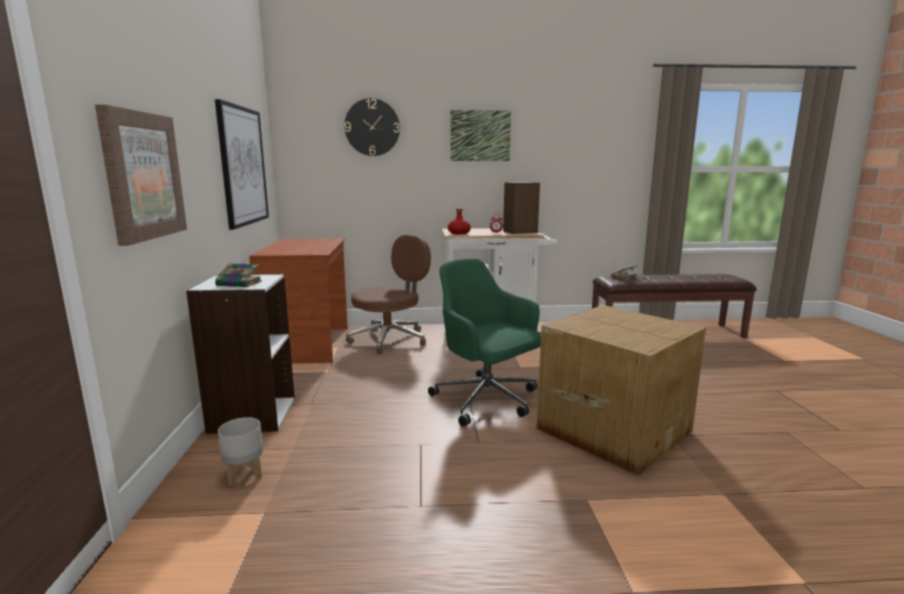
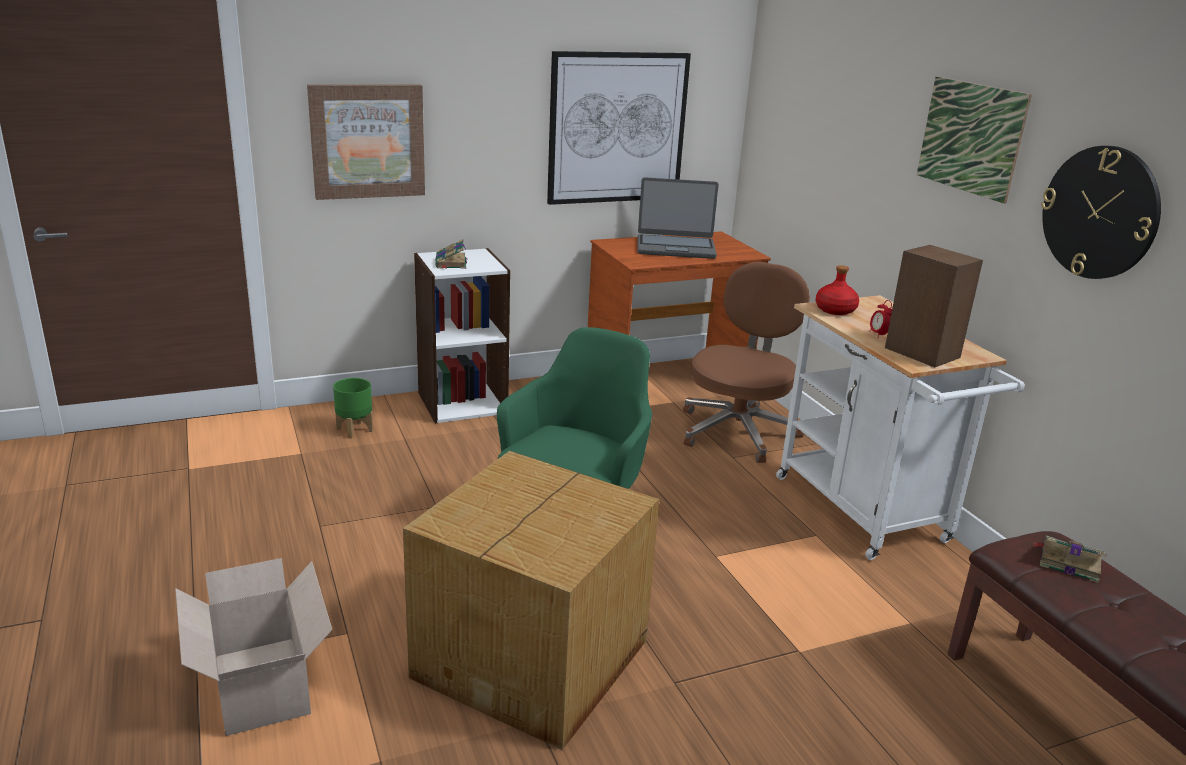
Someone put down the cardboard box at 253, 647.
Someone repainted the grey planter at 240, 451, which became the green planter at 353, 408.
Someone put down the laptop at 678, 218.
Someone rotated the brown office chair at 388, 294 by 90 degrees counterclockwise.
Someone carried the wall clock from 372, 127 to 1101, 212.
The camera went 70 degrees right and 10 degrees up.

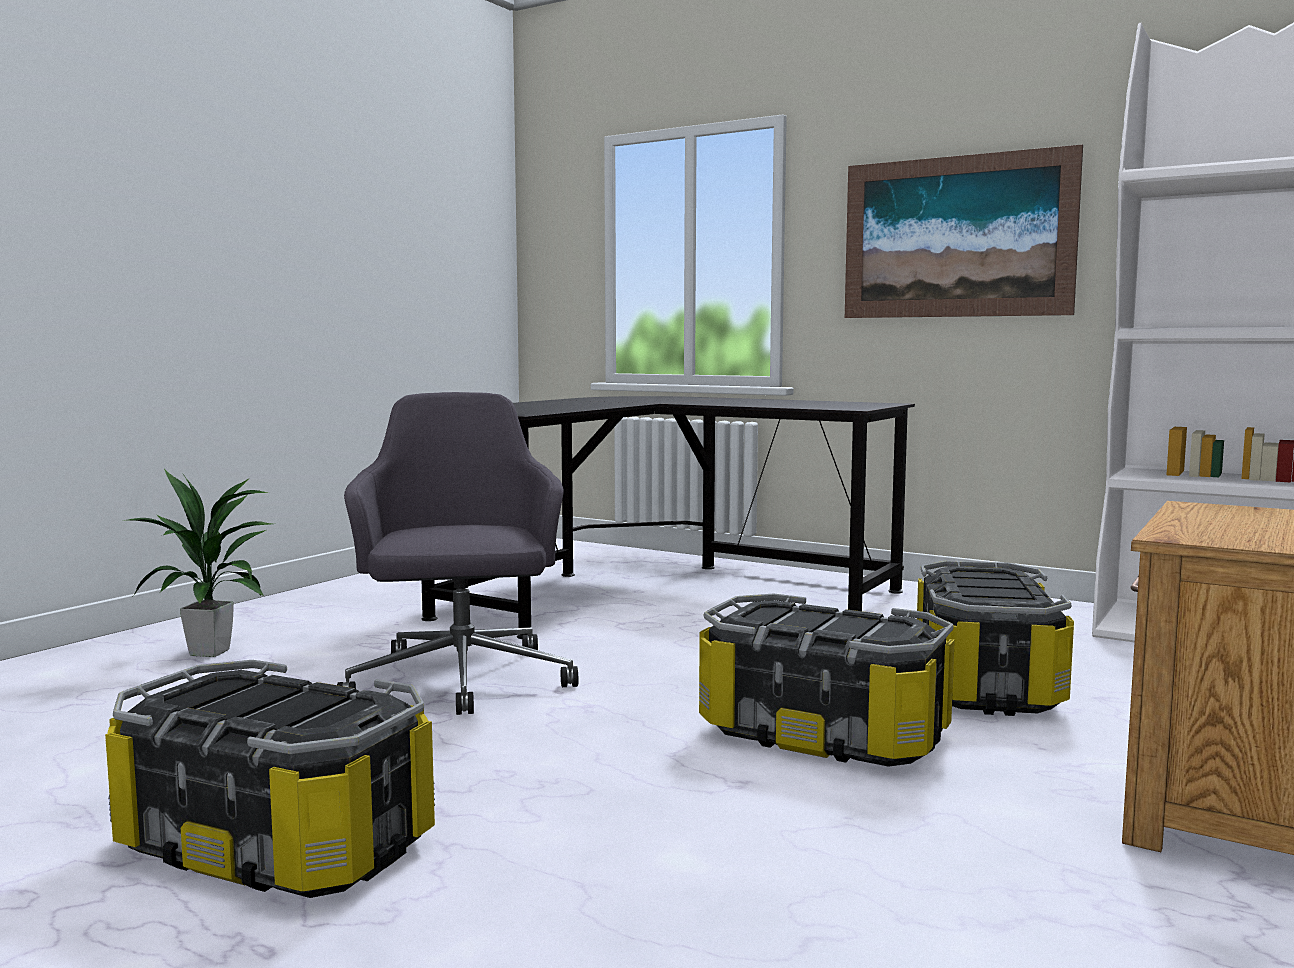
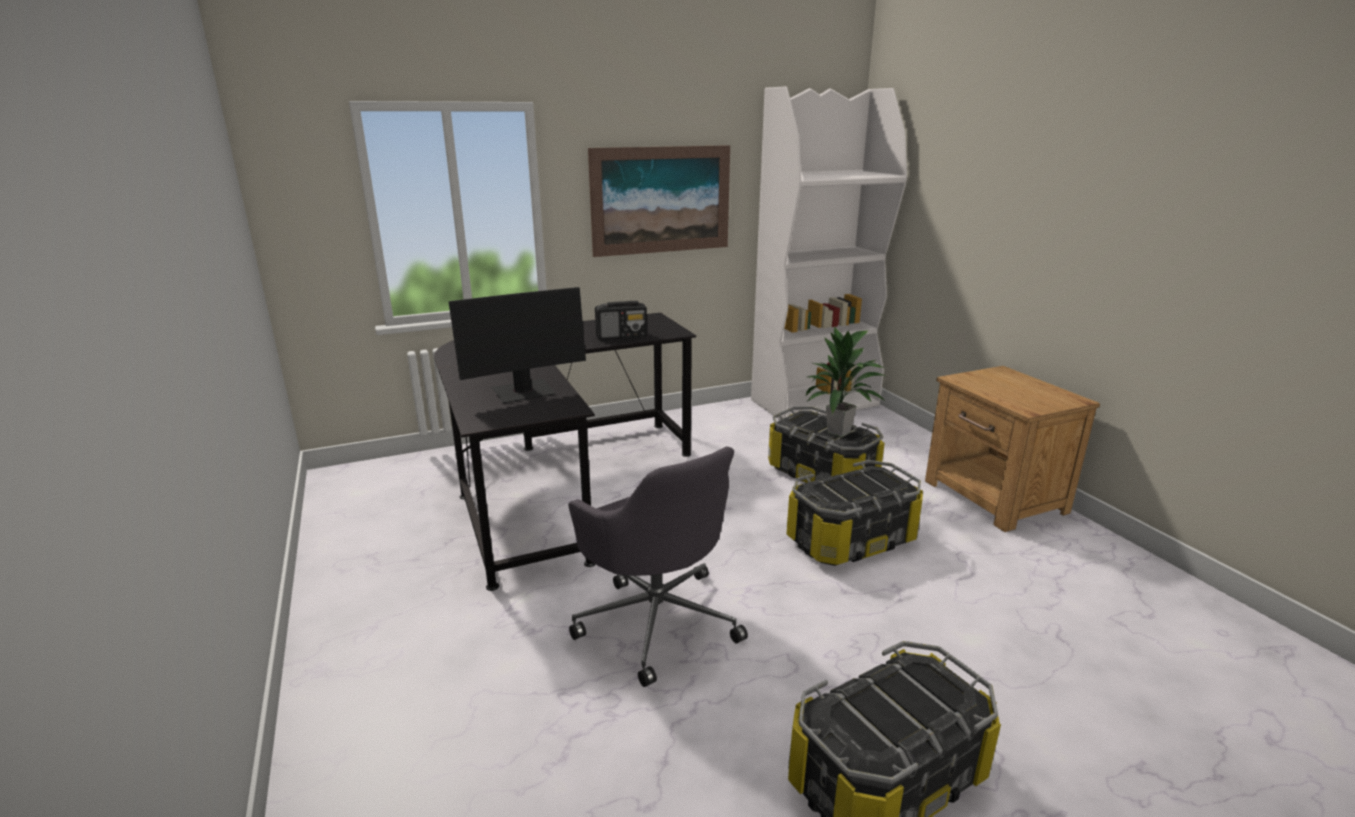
Someone put down the monitor at 517, 345.
Someone rotated the grey office chair at 457, 553 by 150 degrees counterclockwise.
Someone put down the radio at 621, 320.
Someone carried the potted plant from 196, 563 to 845, 381.
The camera went 55 degrees left and 15 degrees up.

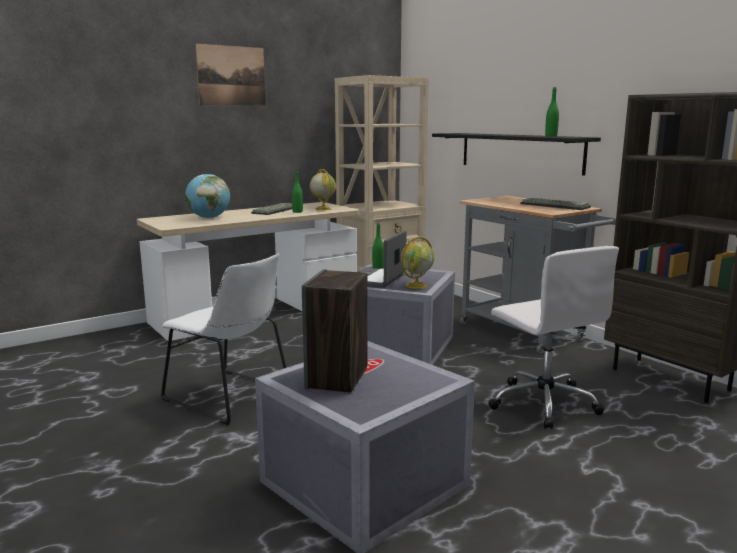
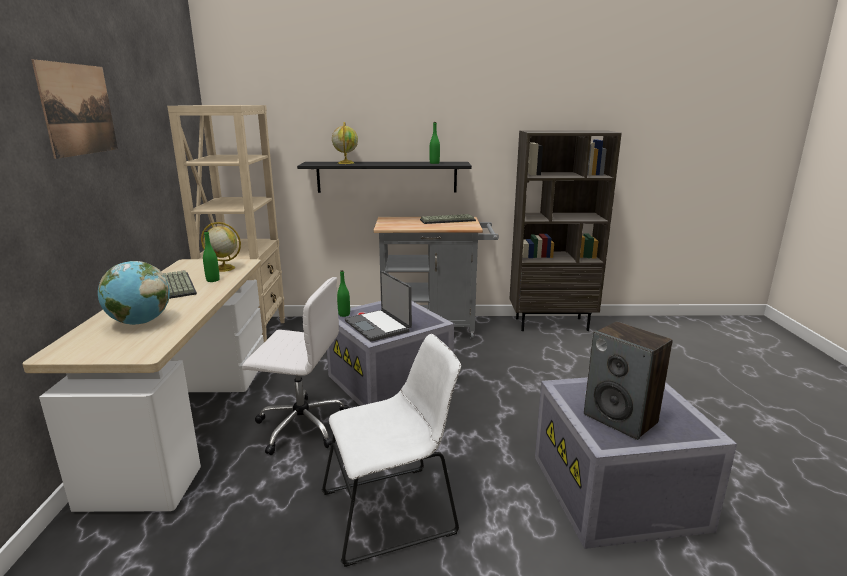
Someone carried the white office chair from 553, 337 to 295, 366.
Someone carried the globe from 417, 263 to 345, 143.
The camera went 55 degrees left and 5 degrees up.

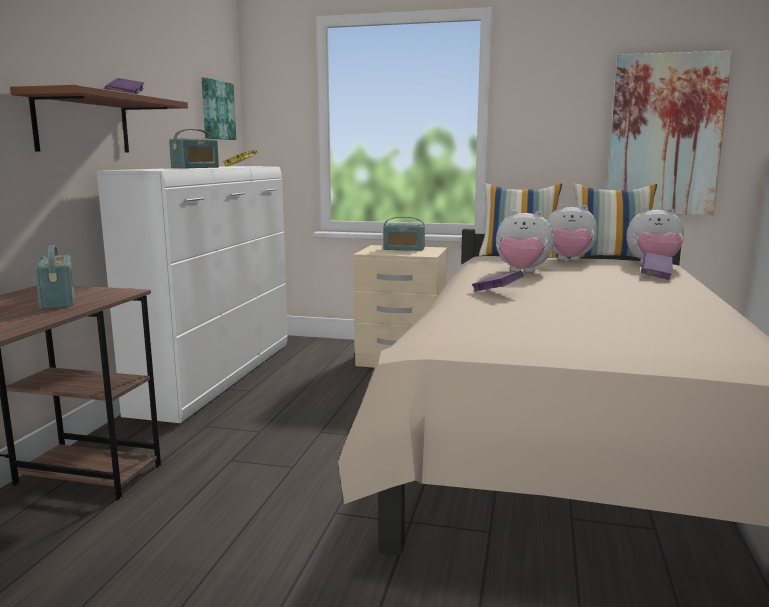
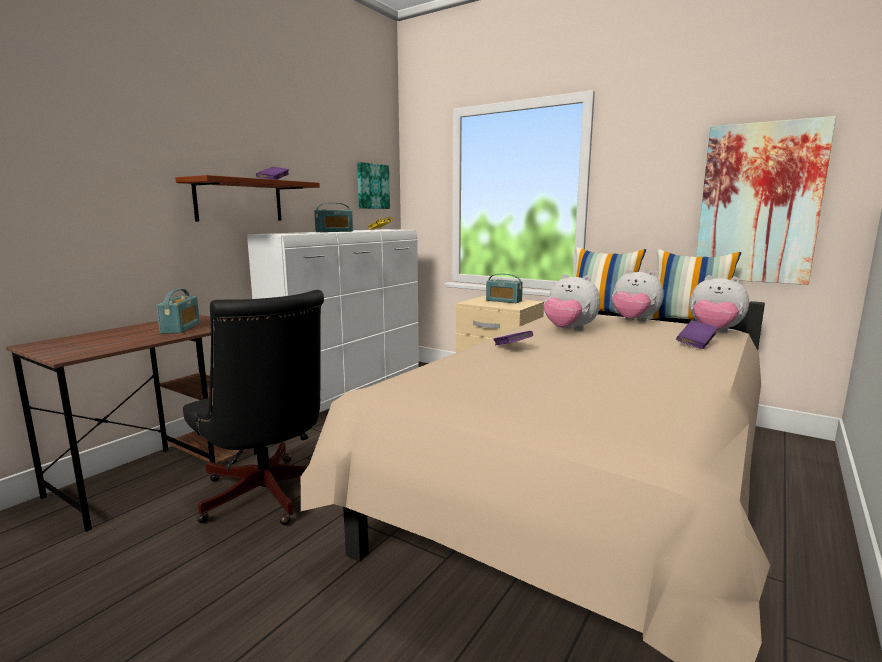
Someone put down the black office chair at 253, 407.
The camera went 20 degrees right and 0 degrees up.

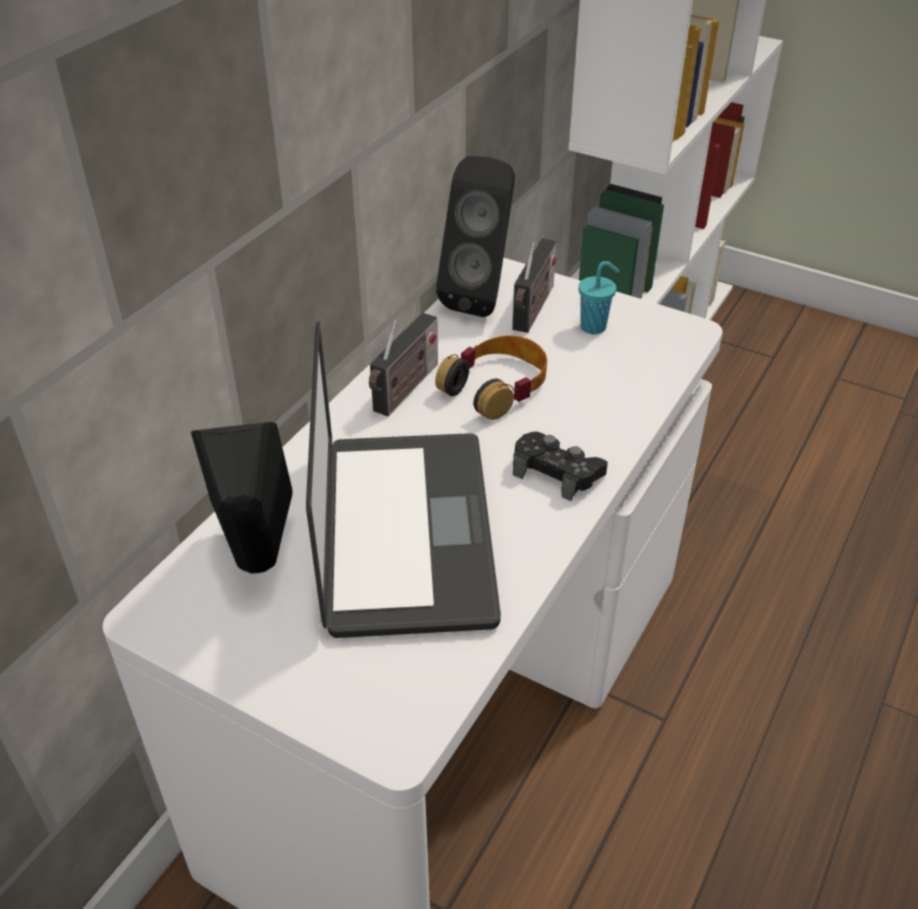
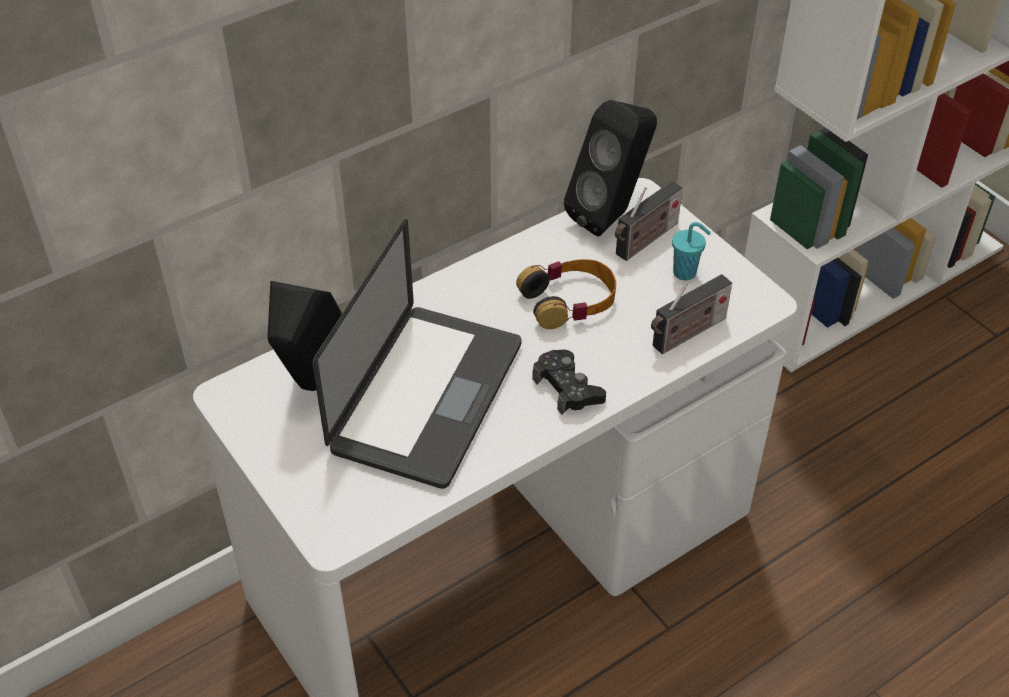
Someone carried the radio from 403, 364 to 691, 314.
The camera went 25 degrees right and 5 degrees up.

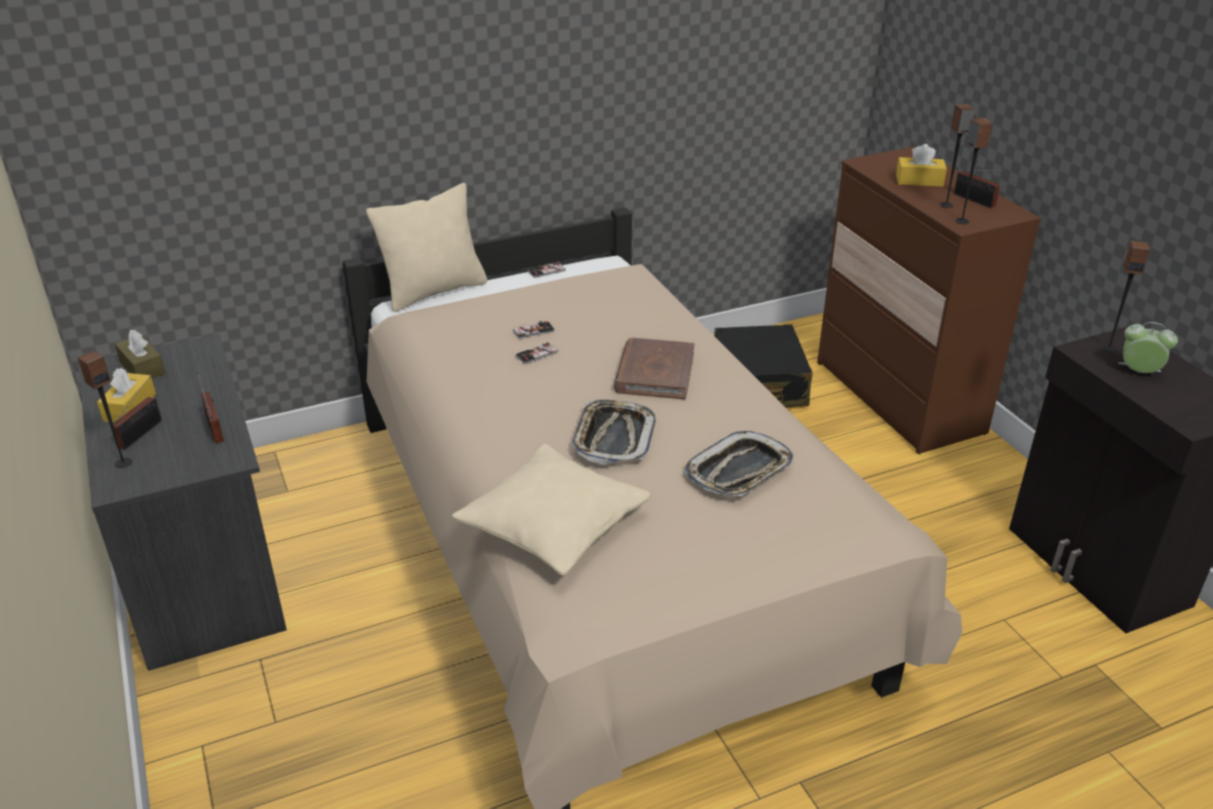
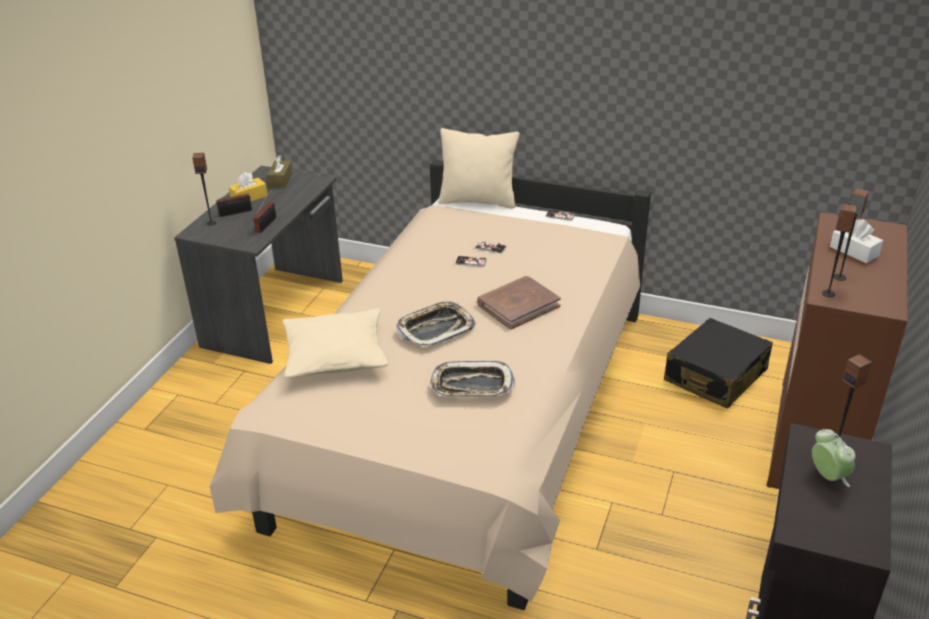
Someone repainted the yellow tissue box at 921, 165, which became the white tissue box at 856, 241.
Someone took away the radio at 980, 189.
The camera went 45 degrees right and 0 degrees up.

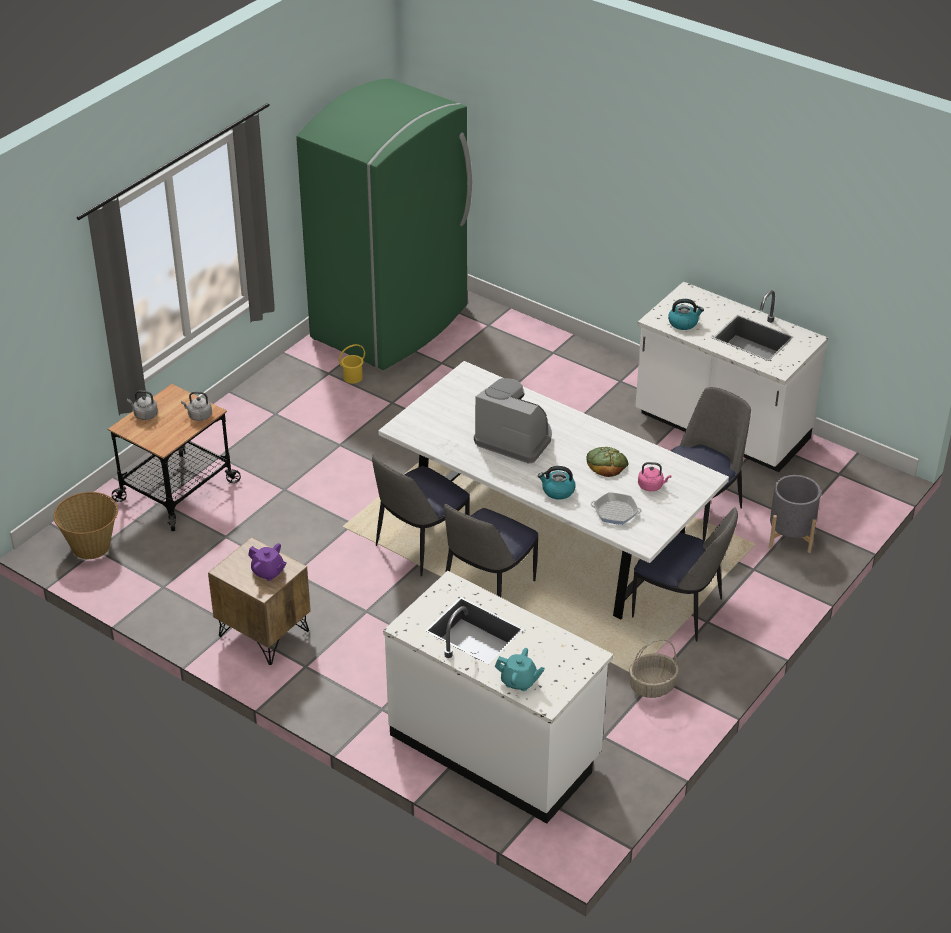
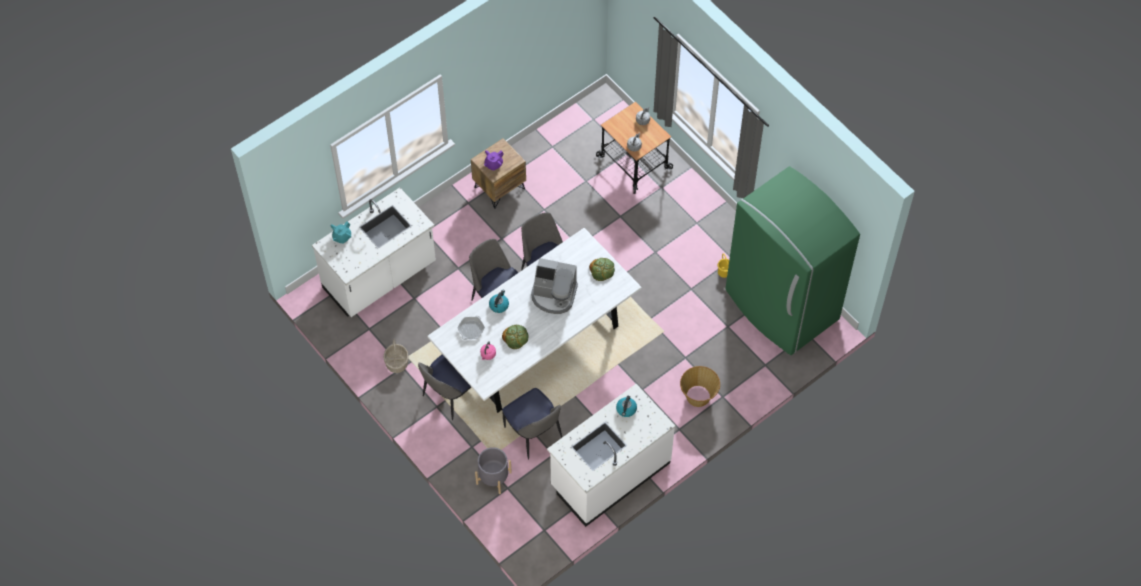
Someone rotated the coffee machine at 513, 421 by 60 degrees clockwise.
Someone put down the bread at 602, 269.
Someone carried the basket from 86, 525 to 700, 386.
The camera went 105 degrees right and 20 degrees up.

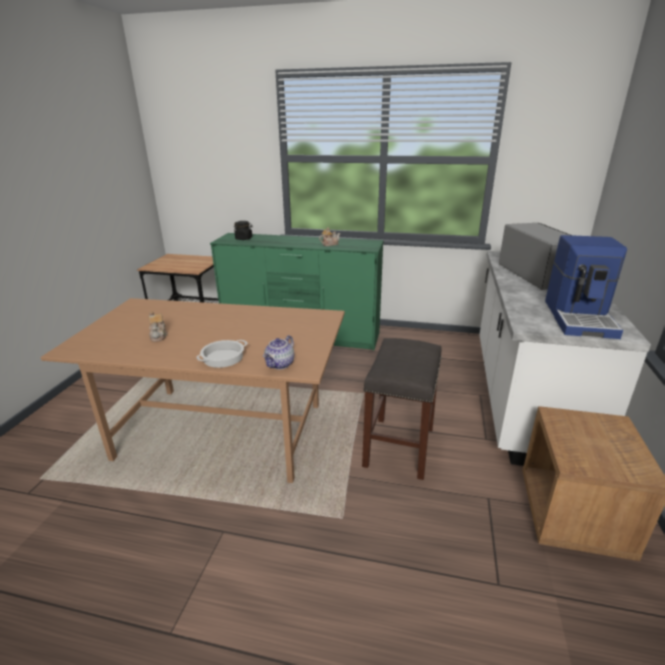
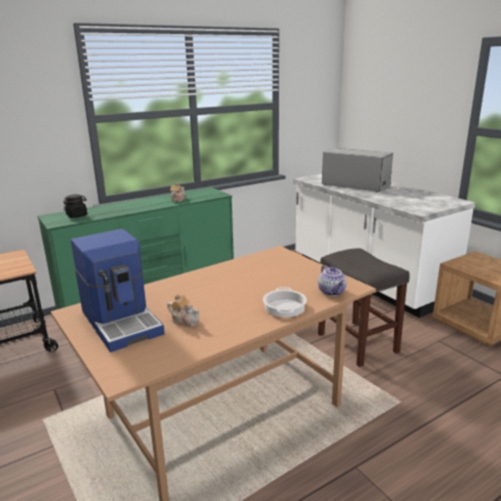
Someone carried the coffee machine from 586, 287 to 118, 290.
The camera went 45 degrees left and 5 degrees down.

